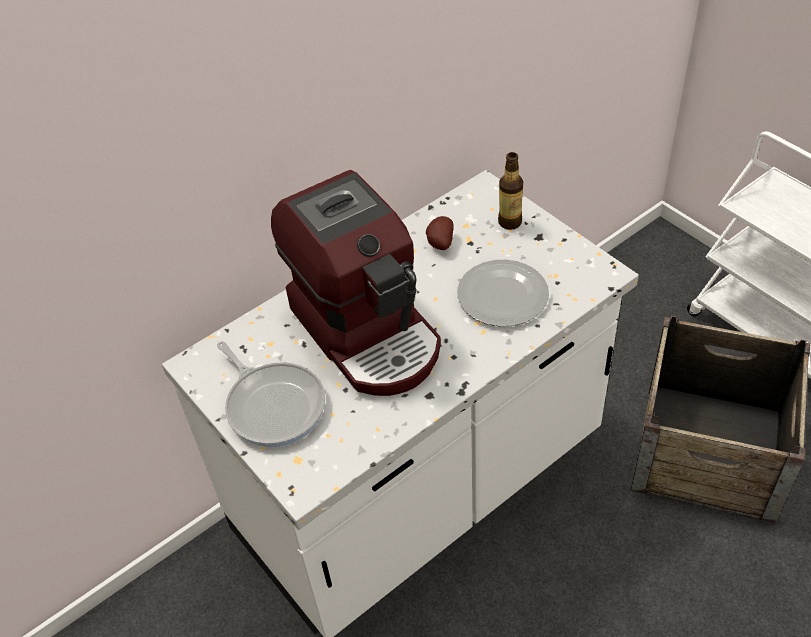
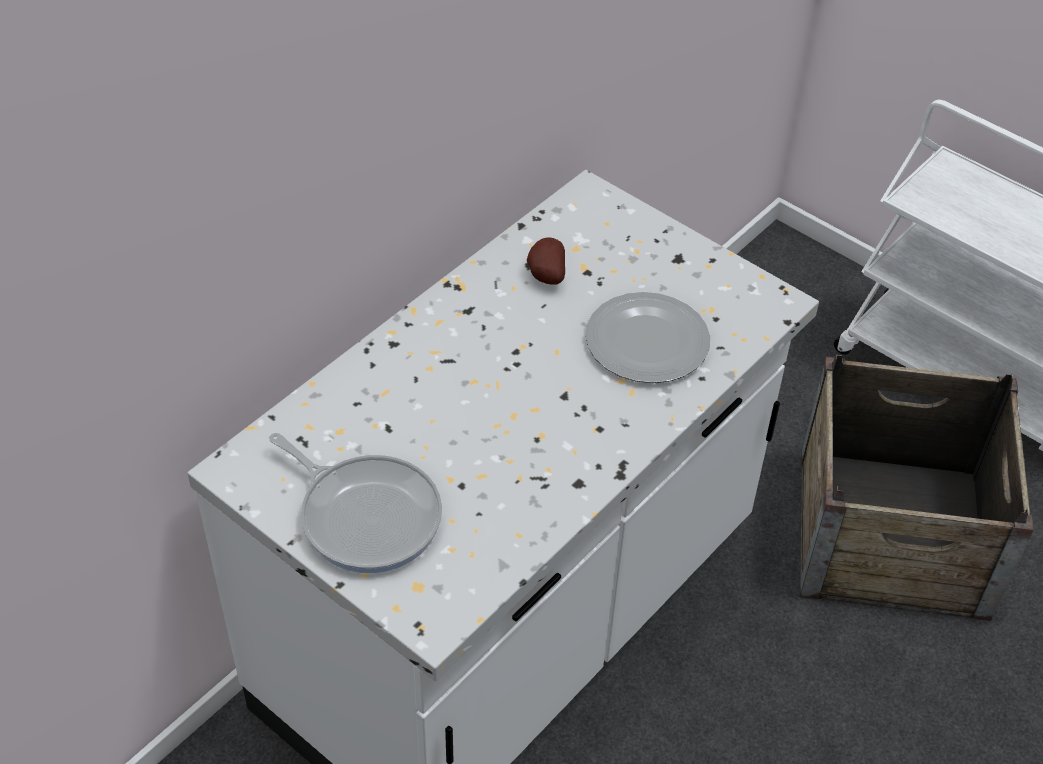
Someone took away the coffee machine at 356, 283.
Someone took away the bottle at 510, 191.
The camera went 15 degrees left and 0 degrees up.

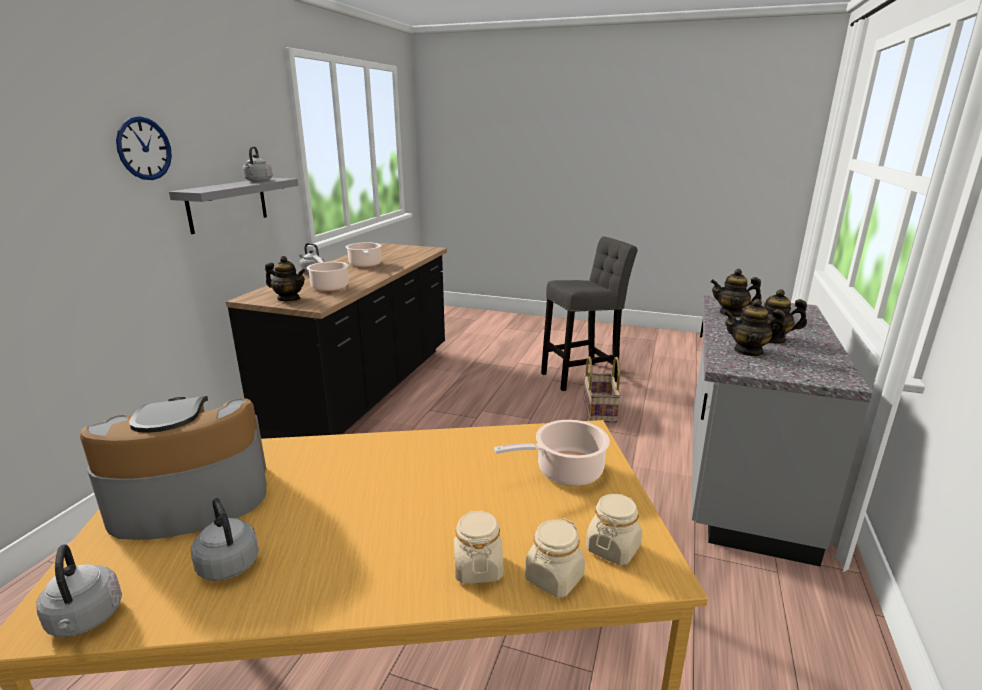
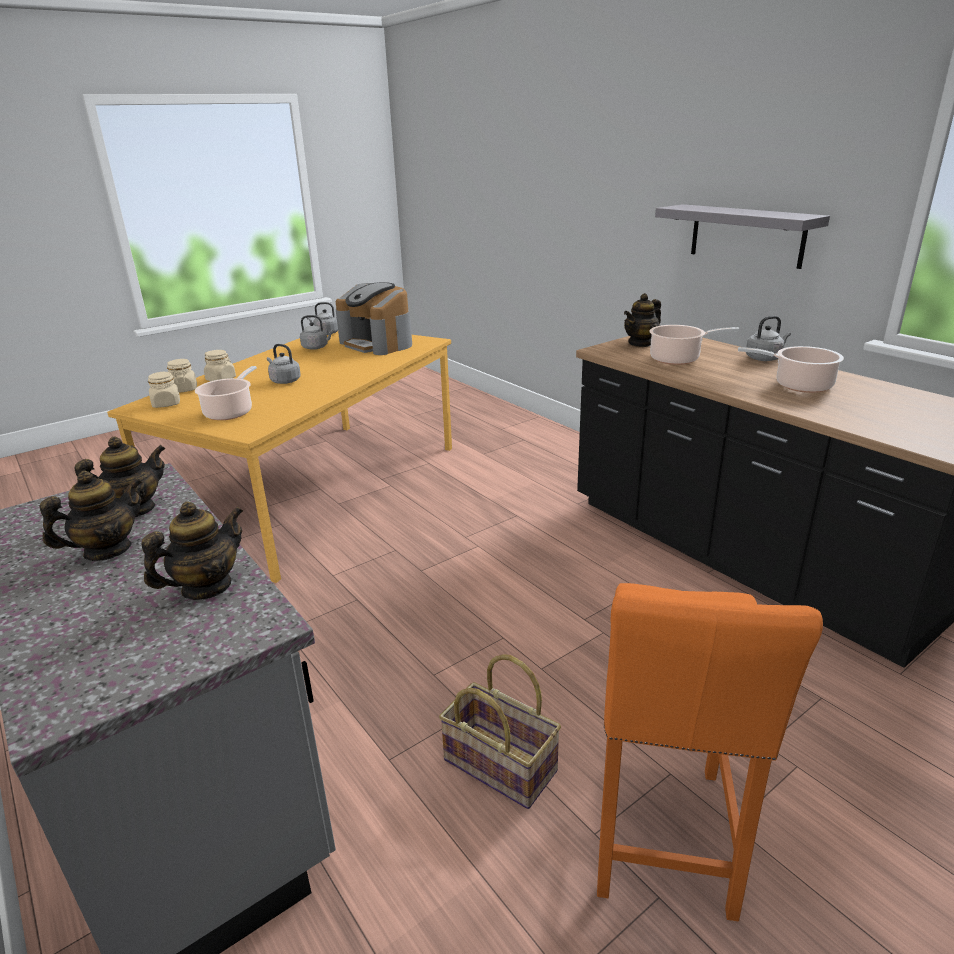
Someone carried the grey kettle from 257, 164 to 284, 364.
Someone rotated the coffee machine at 173, 468 by 120 degrees clockwise.
Someone repainted the grey stool at 589, 313, which became the orange stool at 710, 752.
Someone took away the wall clock at 144, 148.
The camera went 125 degrees right and 5 degrees up.

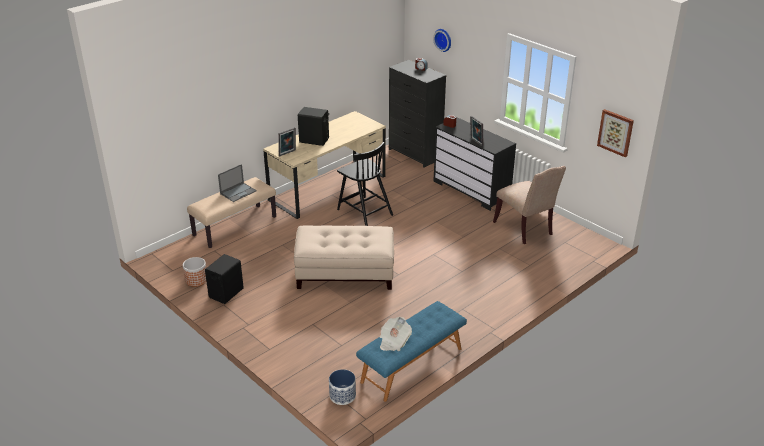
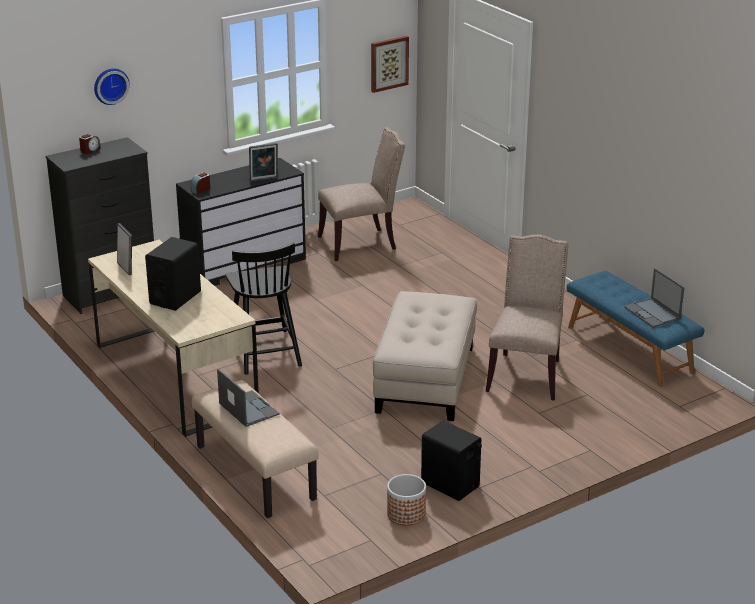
Someone carried the picture frame from 287, 141 to 124, 249.
Someone rotated the black chair at 365, 184 by 105 degrees clockwise.
Someone put down the beige chair at 526, 317.
Someone swapped the newspaper at 396, 334 for the laptop at 654, 297.
Someone took away the planter at 342, 387.
The camera went 80 degrees left and 5 degrees down.

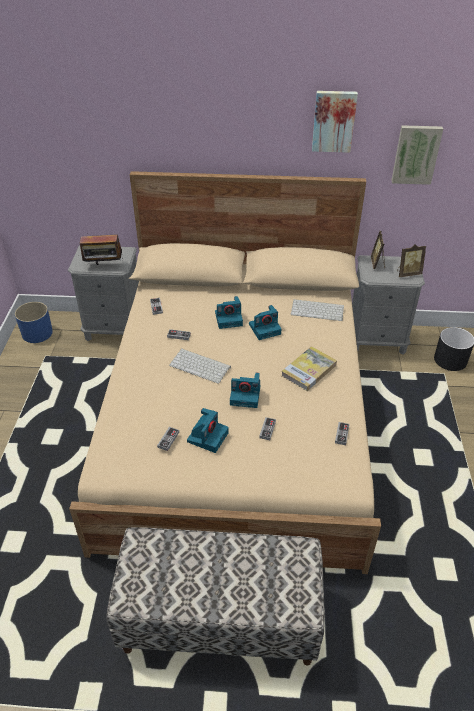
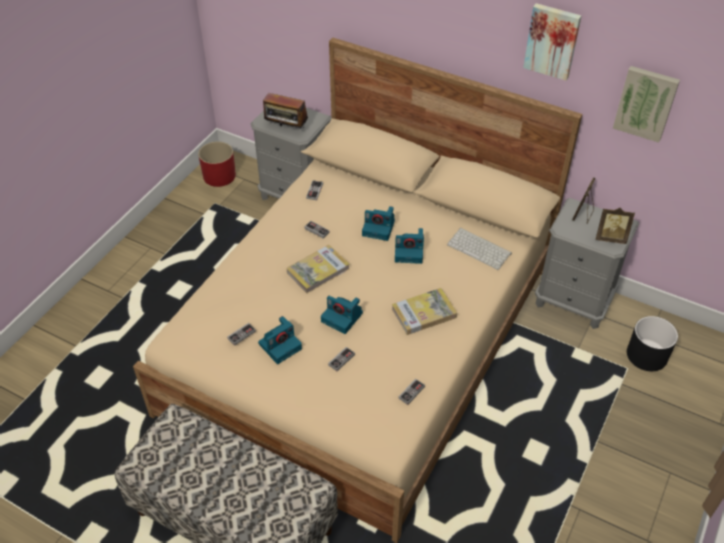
Someone repainted the blue planter at 34, 322, which became the red planter at 217, 164.
Someone swapped the keyboard at 200, 366 for the book at 318, 269.
The camera went 25 degrees right and 5 degrees up.

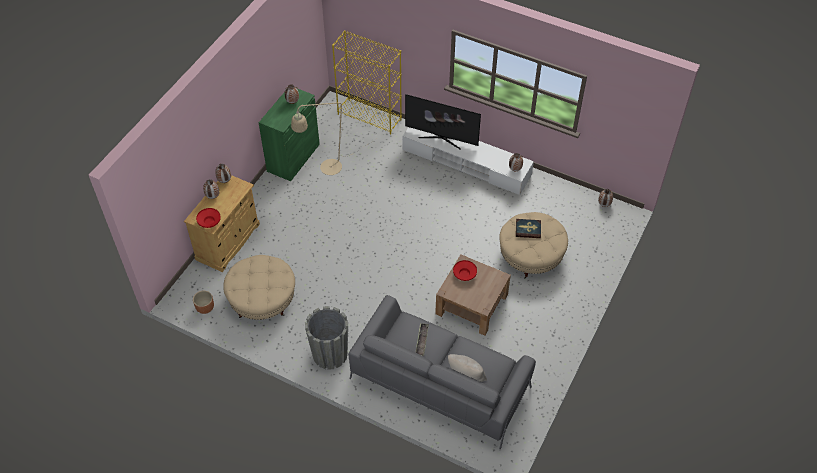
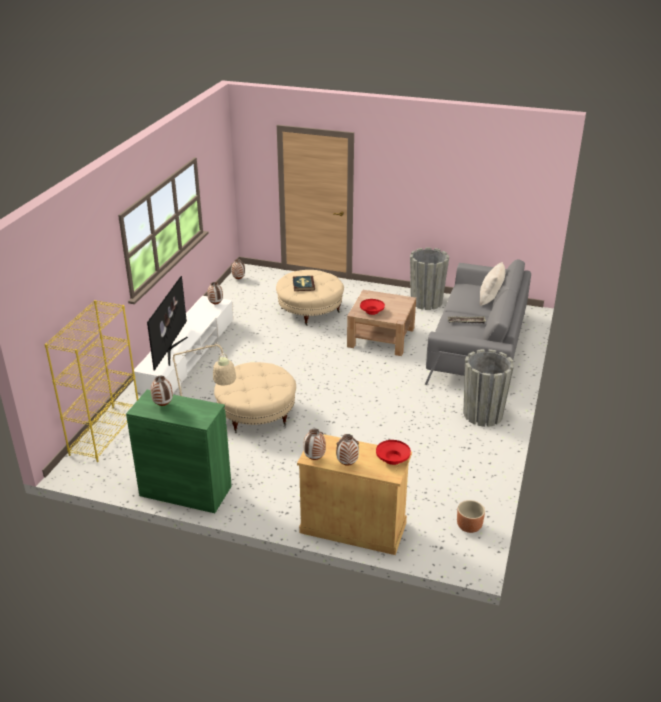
Someone carried the beige ottoman from 259, 287 to 255, 397.
Someone put down the grey planter at 429, 278.
The camera went 100 degrees left and 20 degrees down.

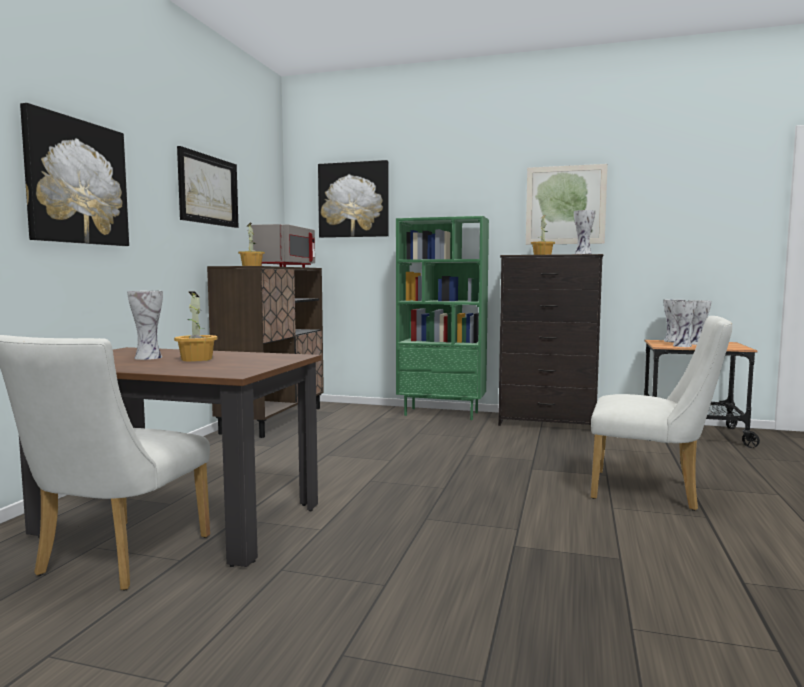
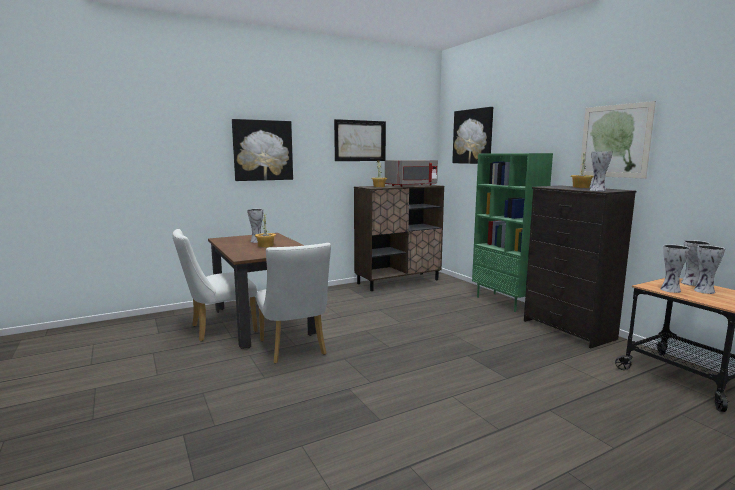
Someone carried the white chair from 661, 413 to 293, 303.
The camera went 45 degrees right and 5 degrees up.

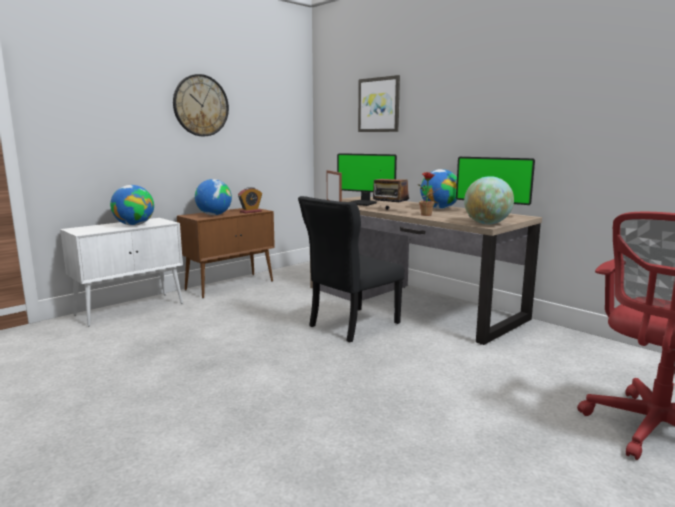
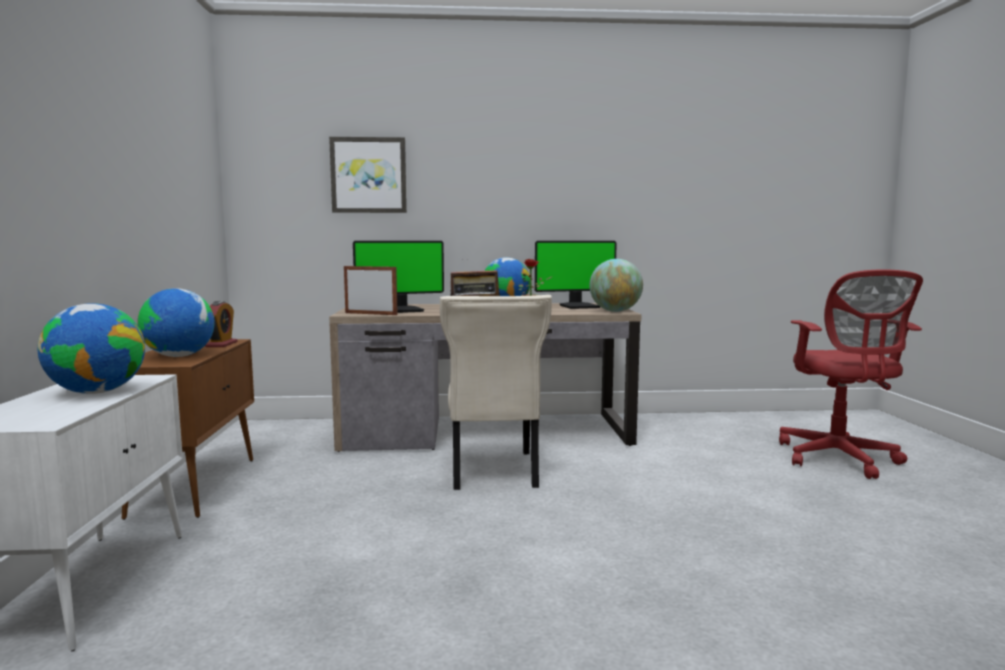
Someone repainted the black chair at 351, 269, which became the beige chair at 496, 392.
Someone took away the wall clock at 201, 105.
The camera went 50 degrees left and 5 degrees down.

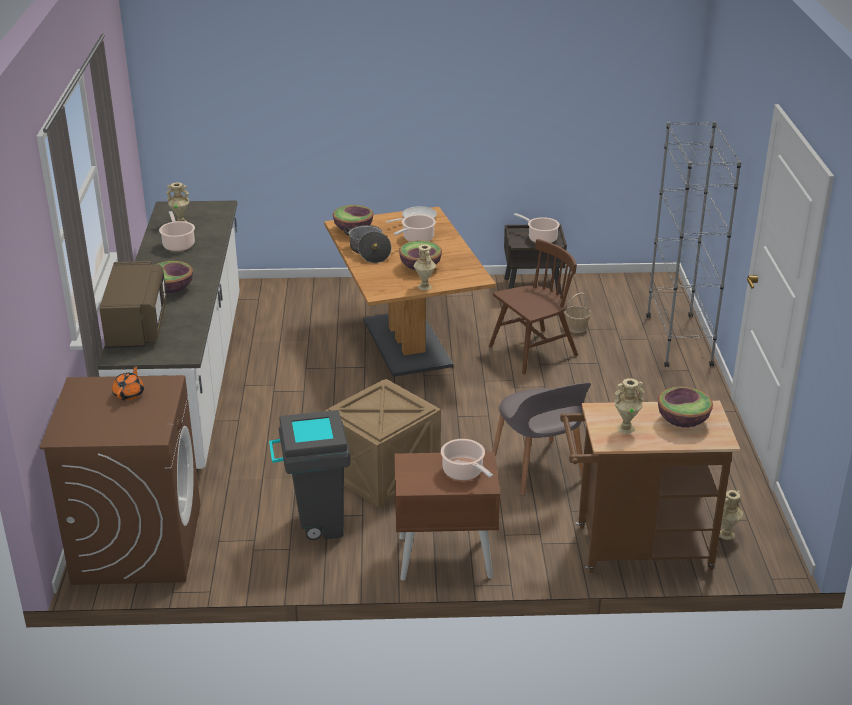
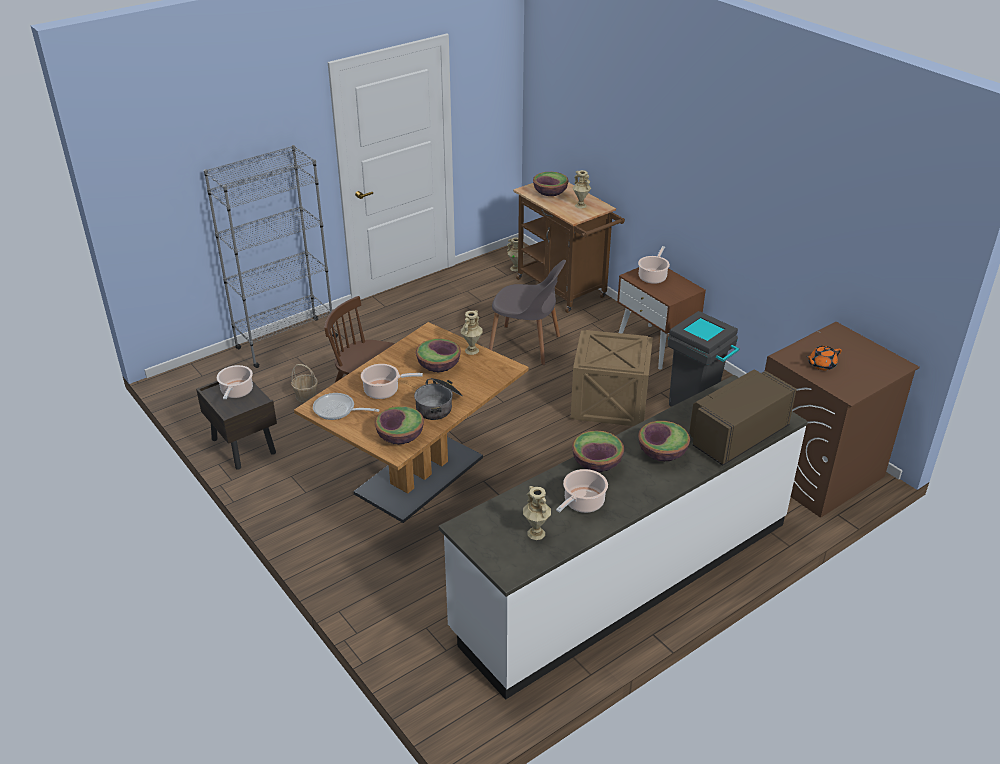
Someone rotated the grey chair at 541, 439 by 75 degrees clockwise.
Someone put down the bowl at 598, 451.
The camera went 125 degrees left and 5 degrees up.

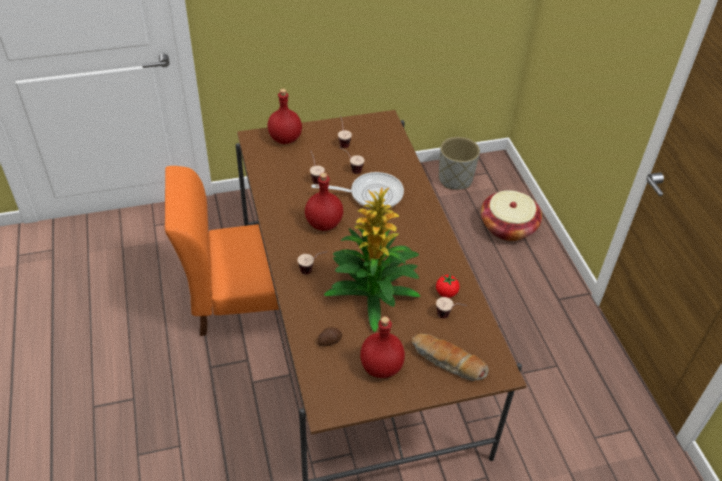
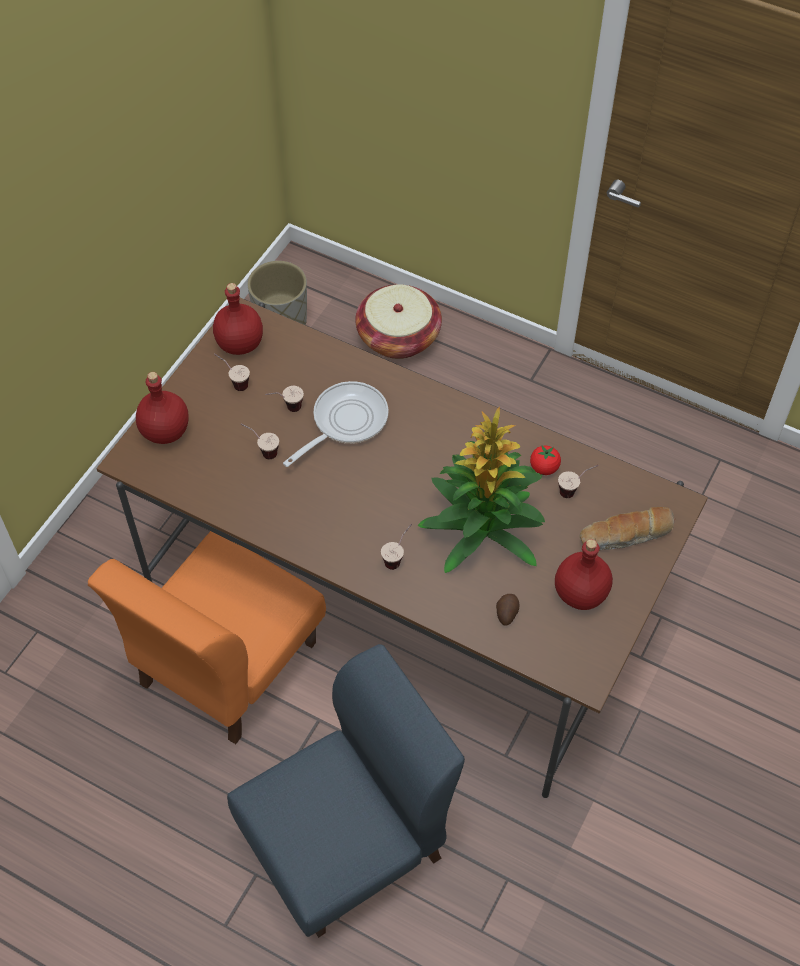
Someone carried the red bottle from 324, 202 to 238, 319.
Someone put down the blue chair at 346, 791.
The camera went 45 degrees left and 10 degrees up.

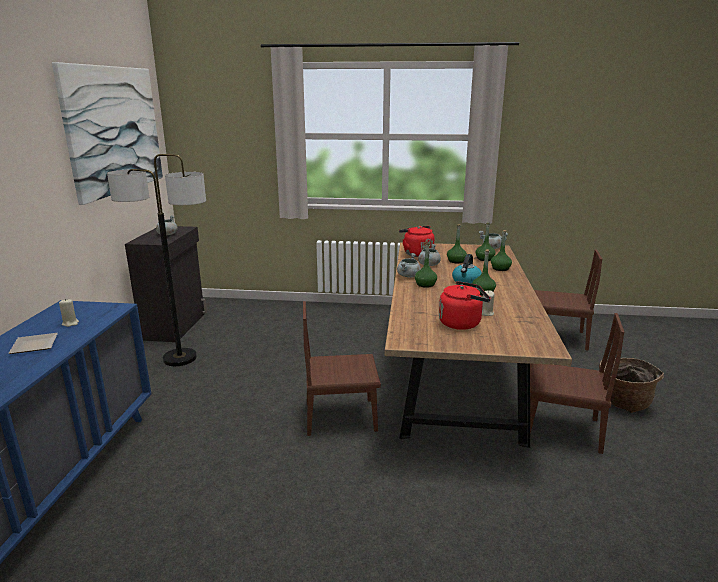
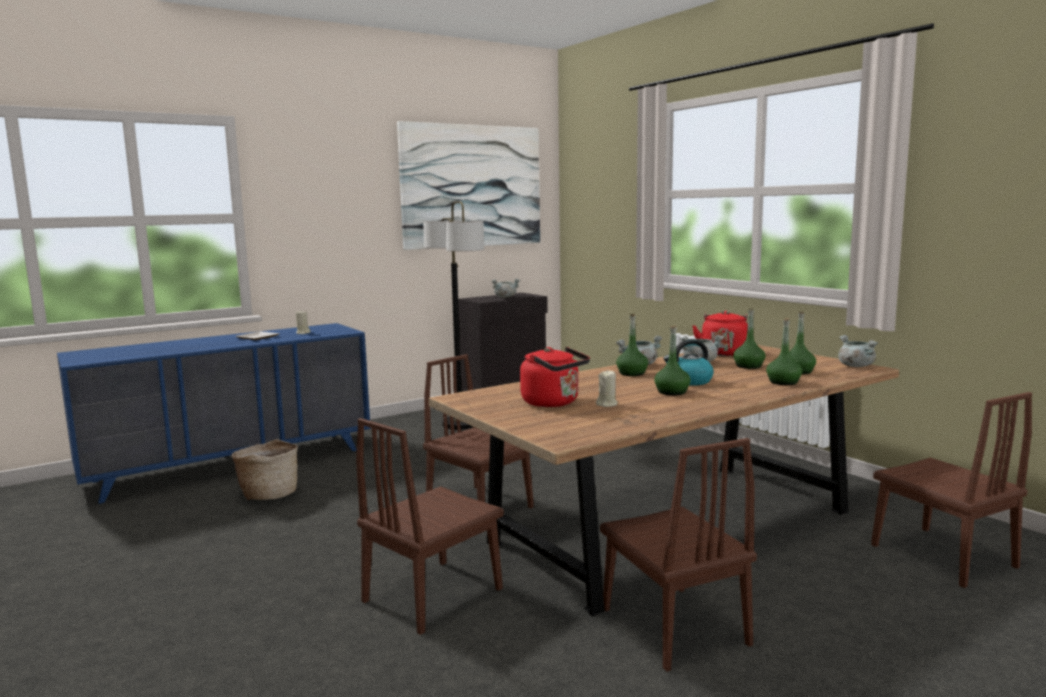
Someone carried the basket from 631, 385 to 264, 469.
Someone put down the brown chair at 430, 526.
The camera went 50 degrees right and 10 degrees down.

